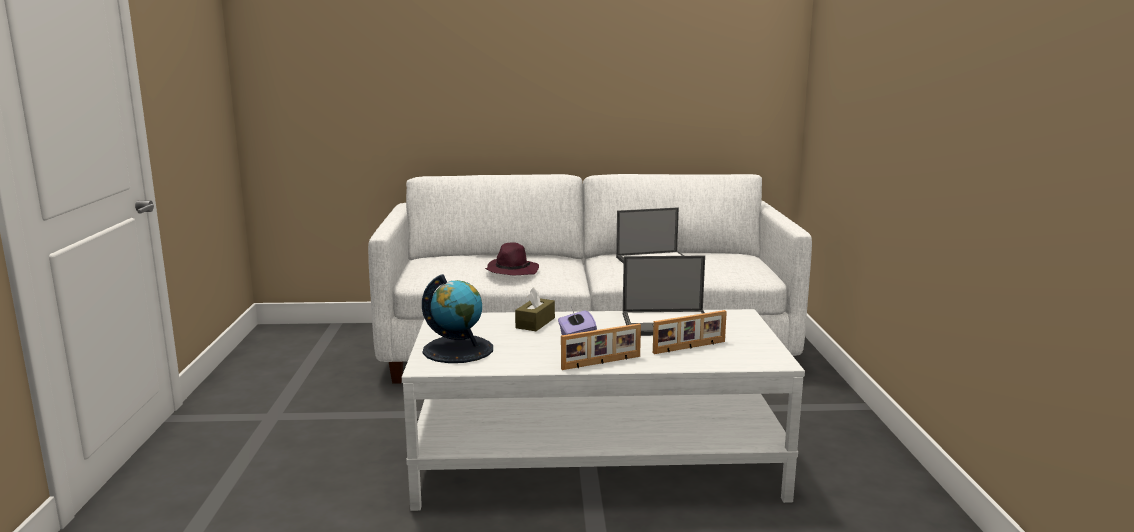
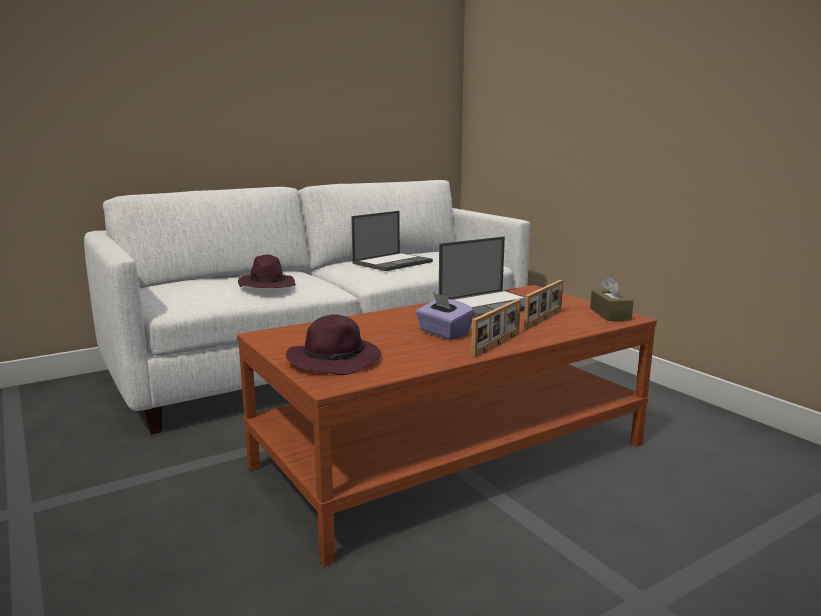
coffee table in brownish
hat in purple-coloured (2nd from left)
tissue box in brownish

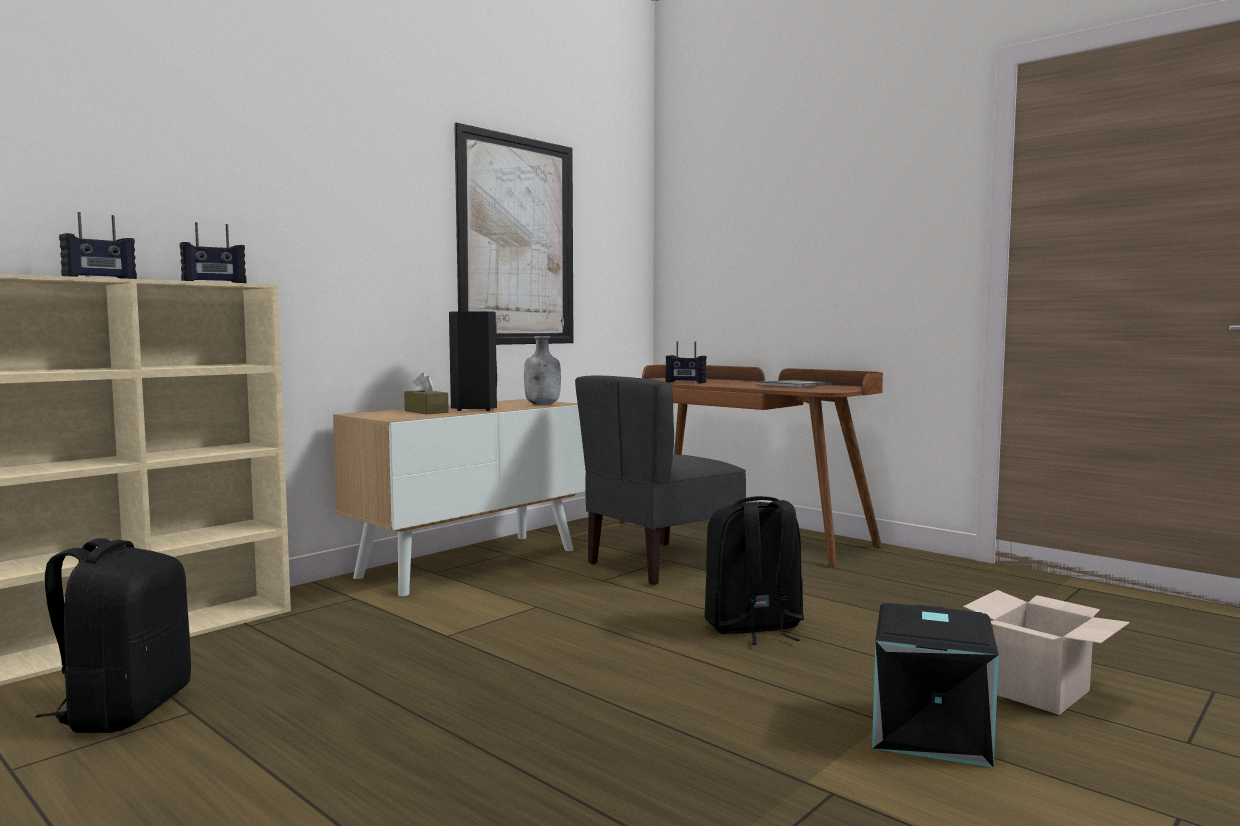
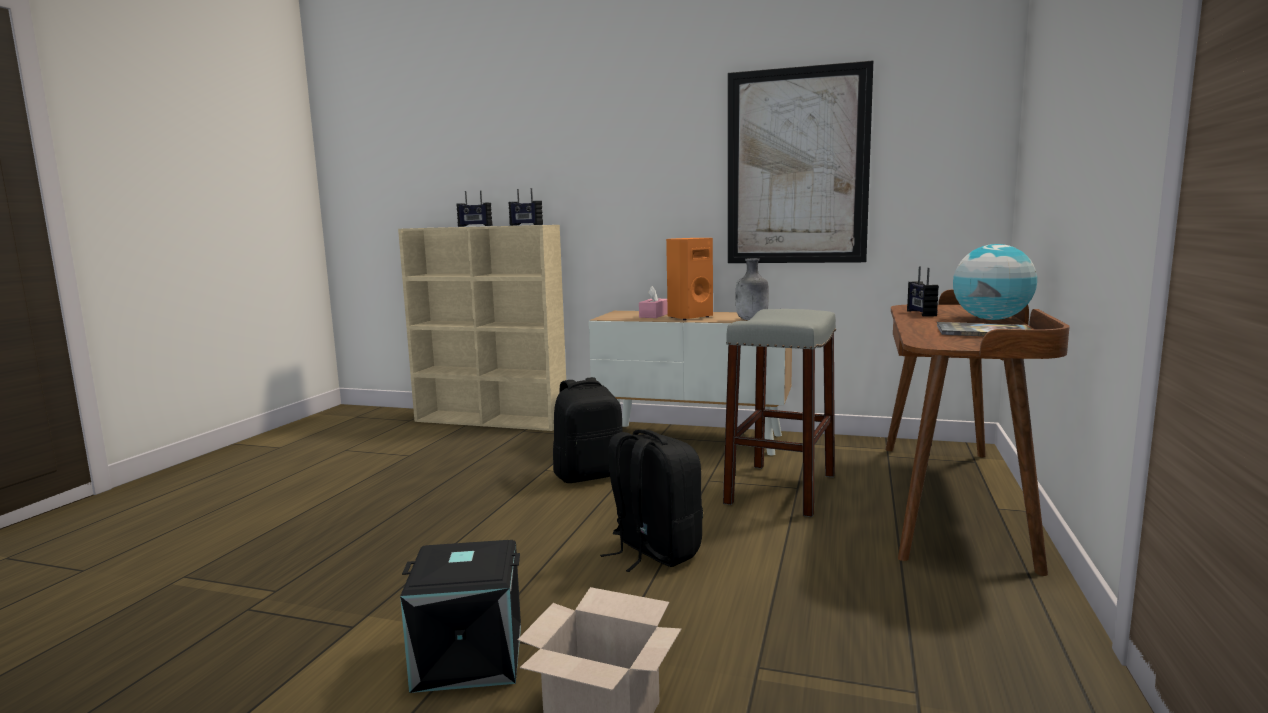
rucksack in black-coloured (1st from left)
tissue box in pink
speaker in orange
stool seat in gray
world globe

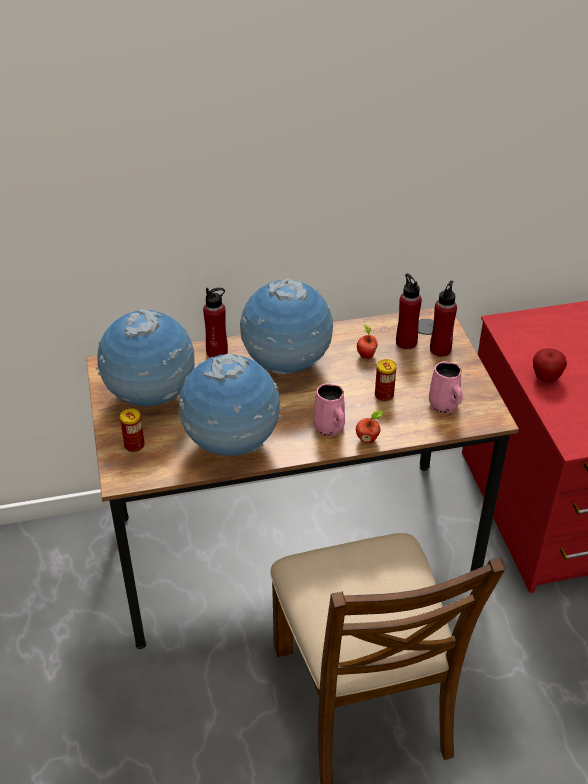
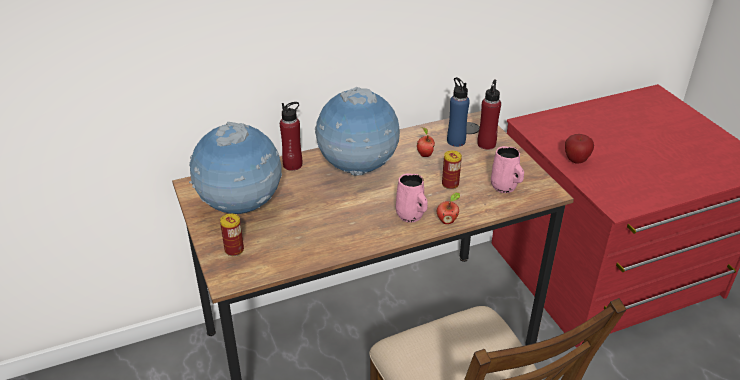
world globe (2nd from left in the first image)
beverage bottle in blue-coloured

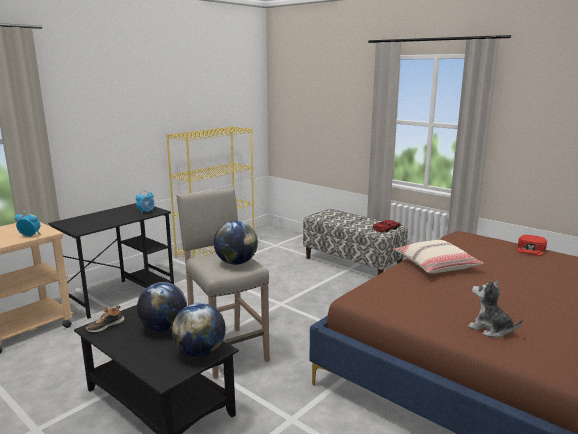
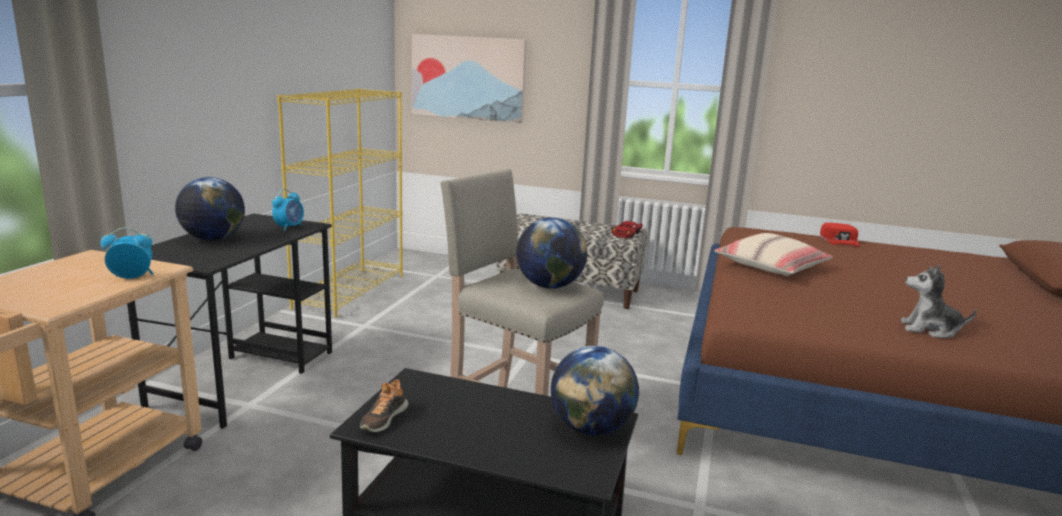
world globe (1st from left)
wall picture

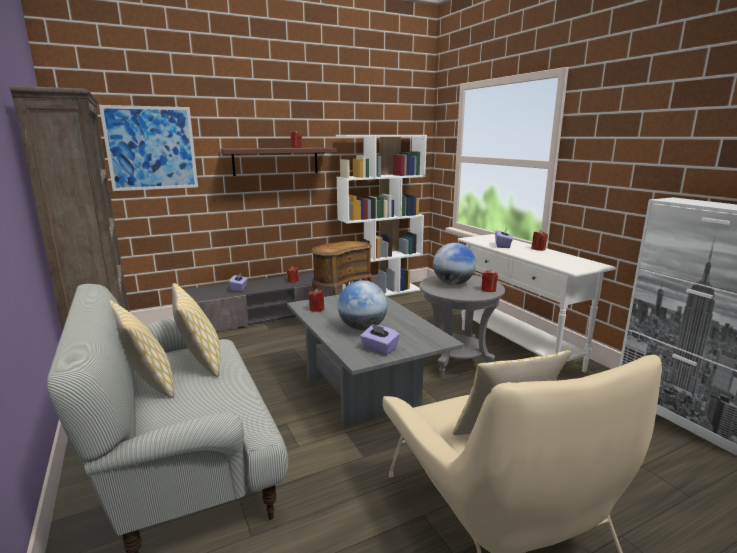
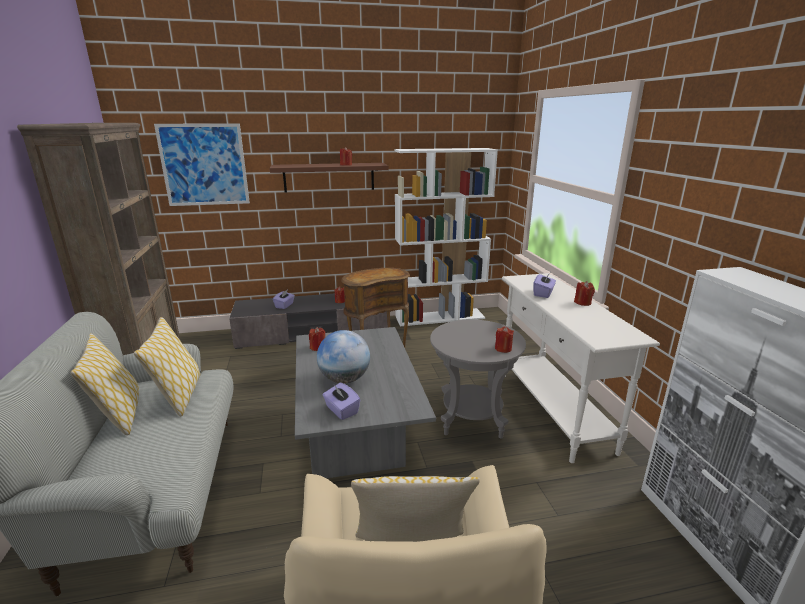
world globe (2nd from left in the first image)

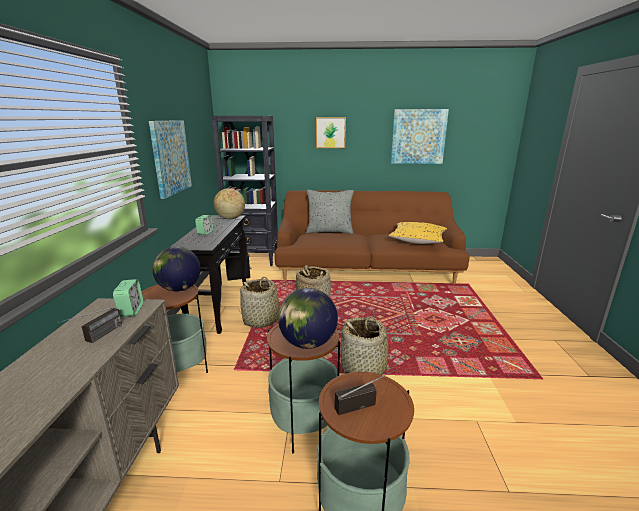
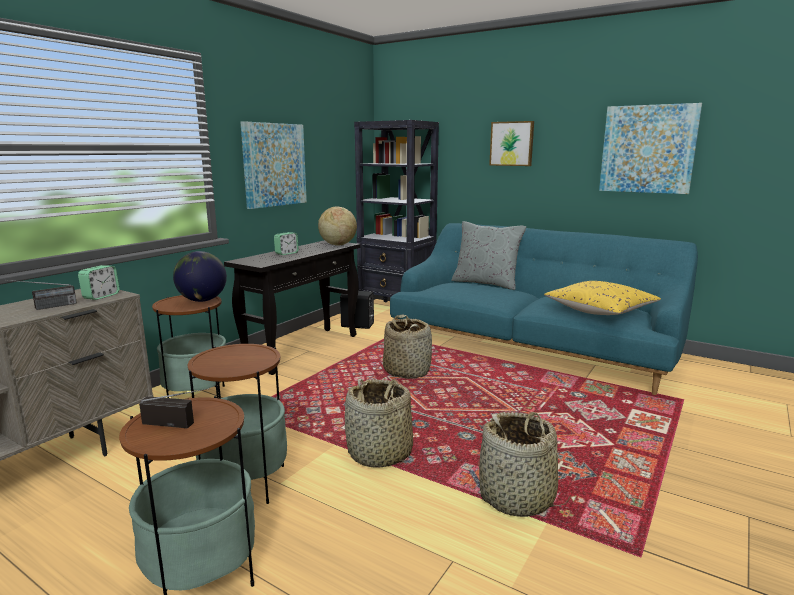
storage basket (3rd from left)
sofa in blue-green
world globe (3rd from left in the first image)

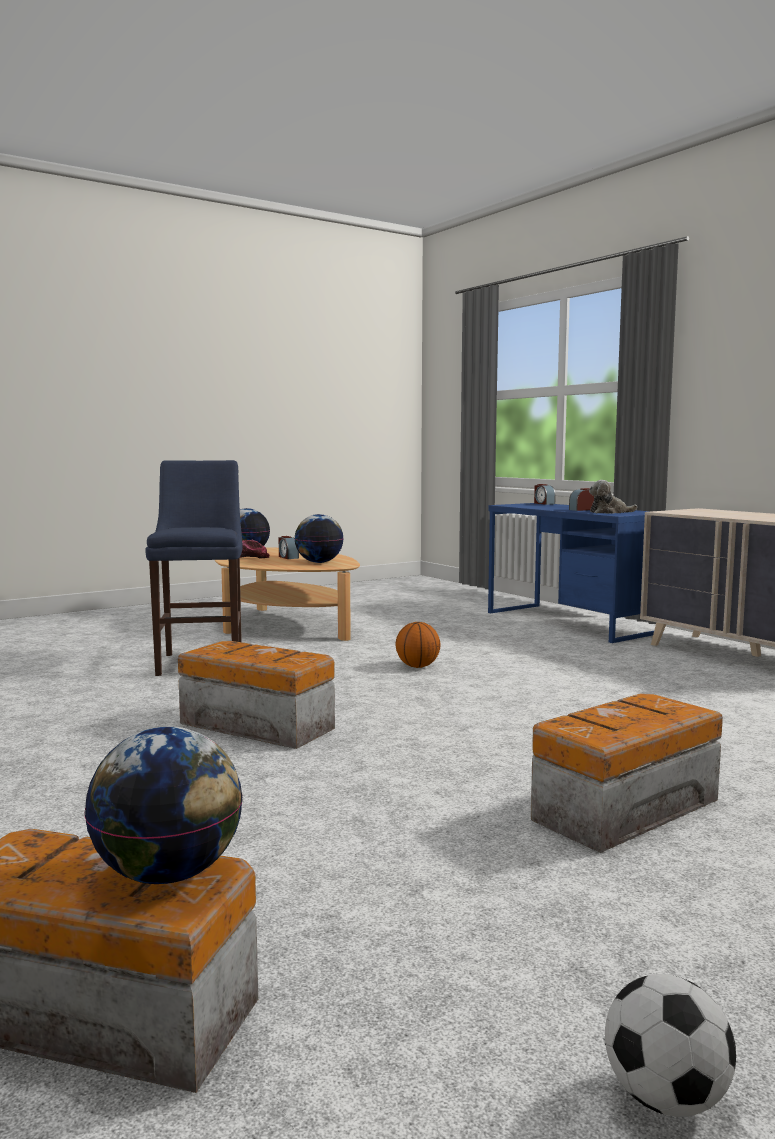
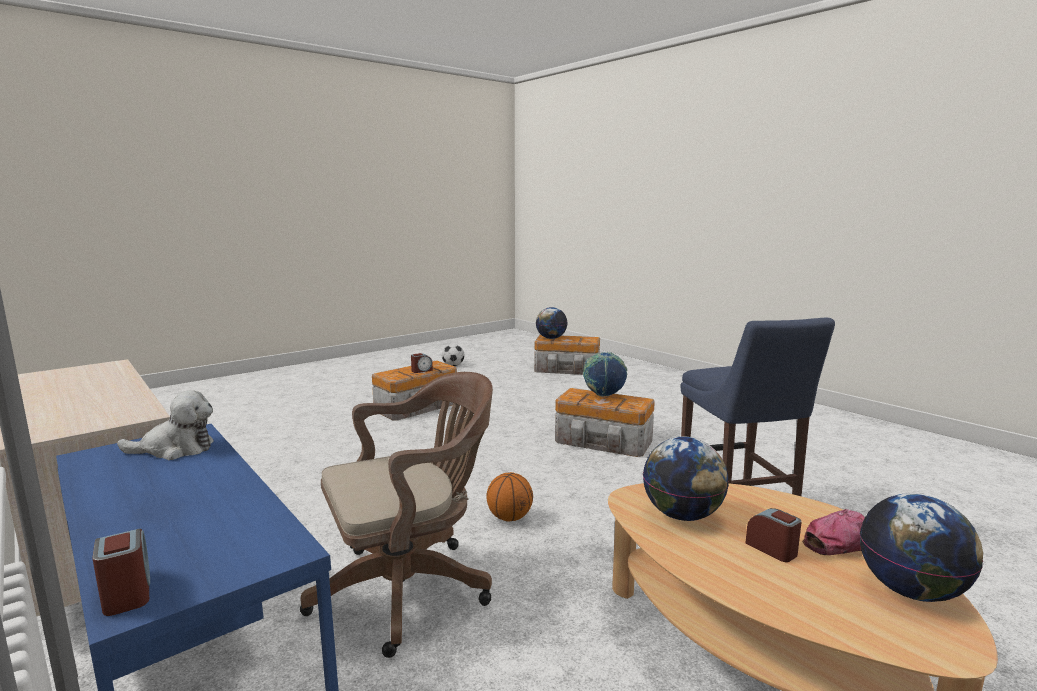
table clock (2nd from left)
desk chair in brownish
world globe (2nd from left)

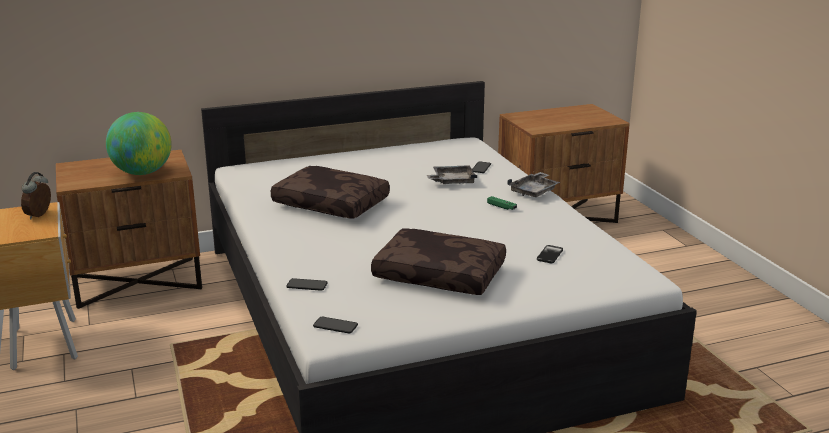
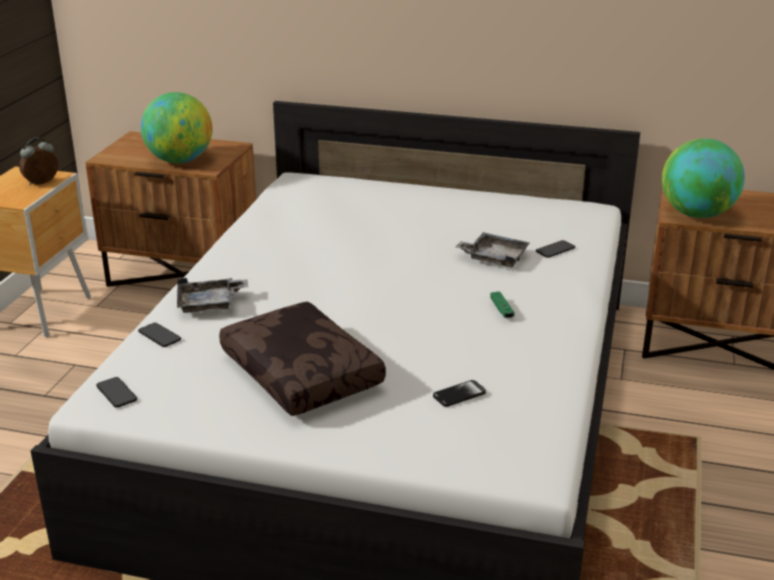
cushion in brownish (1st from left in the first image)
serving tray in gray (1st from left)
world globe (2nd from left)

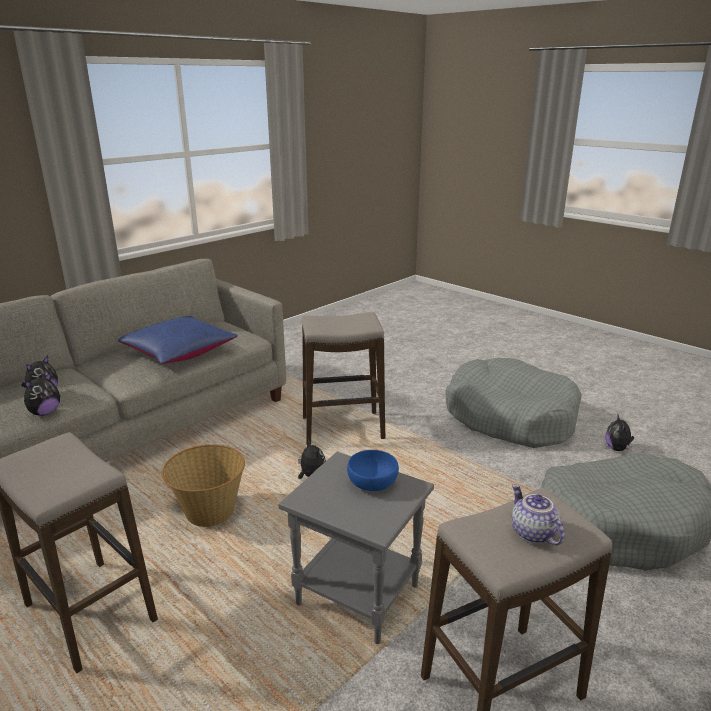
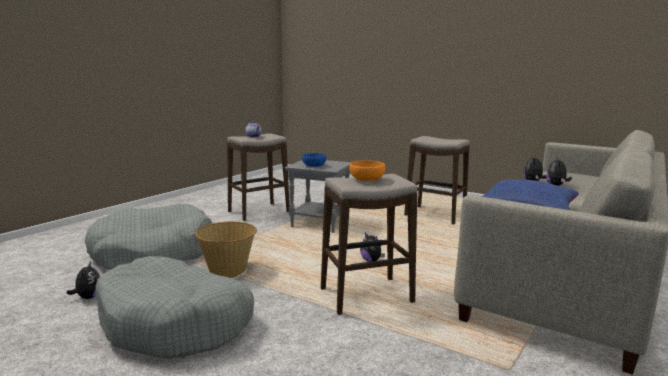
storage basket
serving bowl in orange

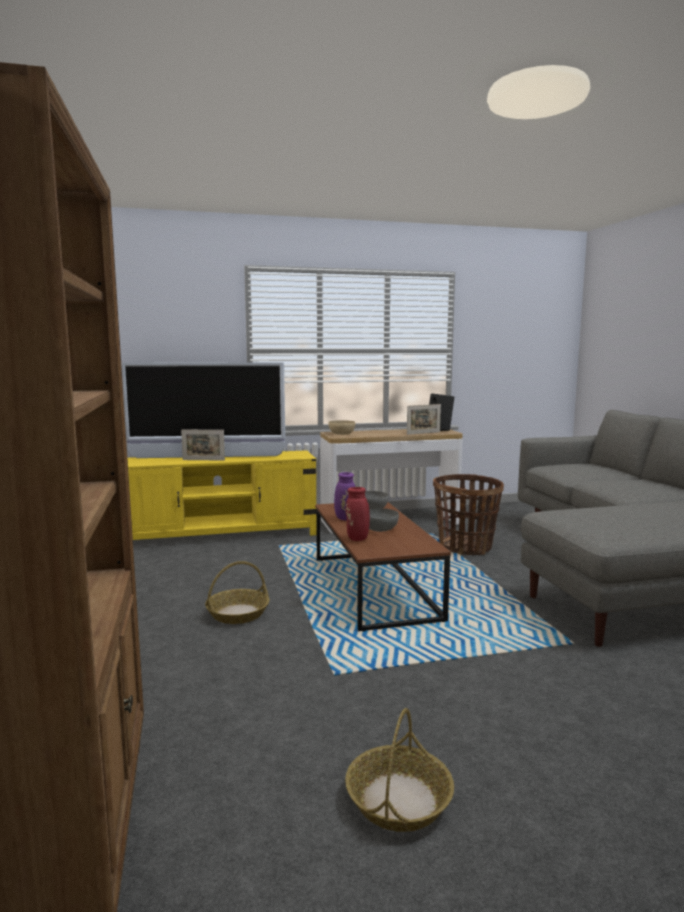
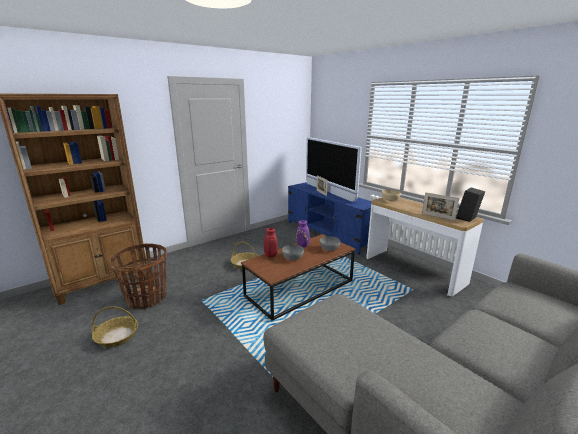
tv stand in blue-coloured
storage basket (2nd from left)

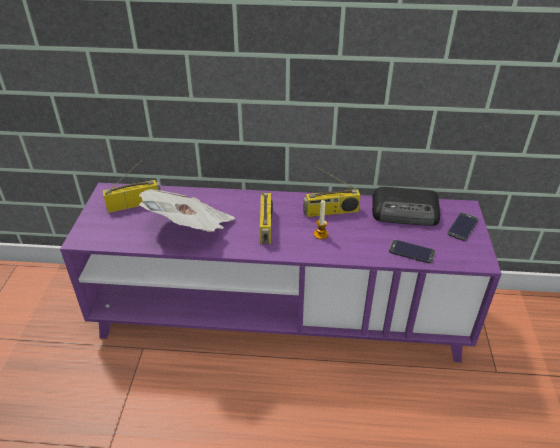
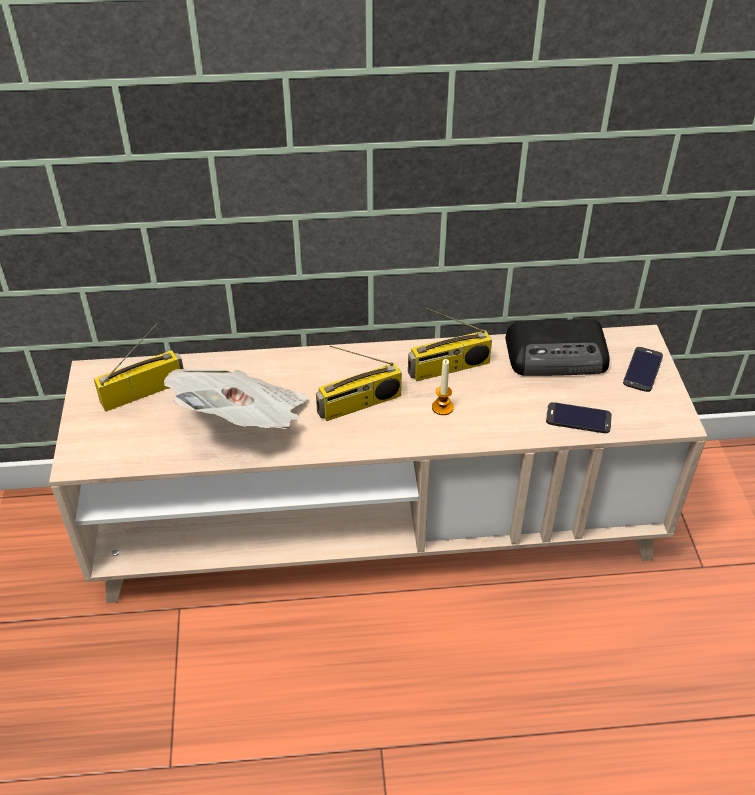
tv stand in beige-coloured
radio receiver (2nd from left)

